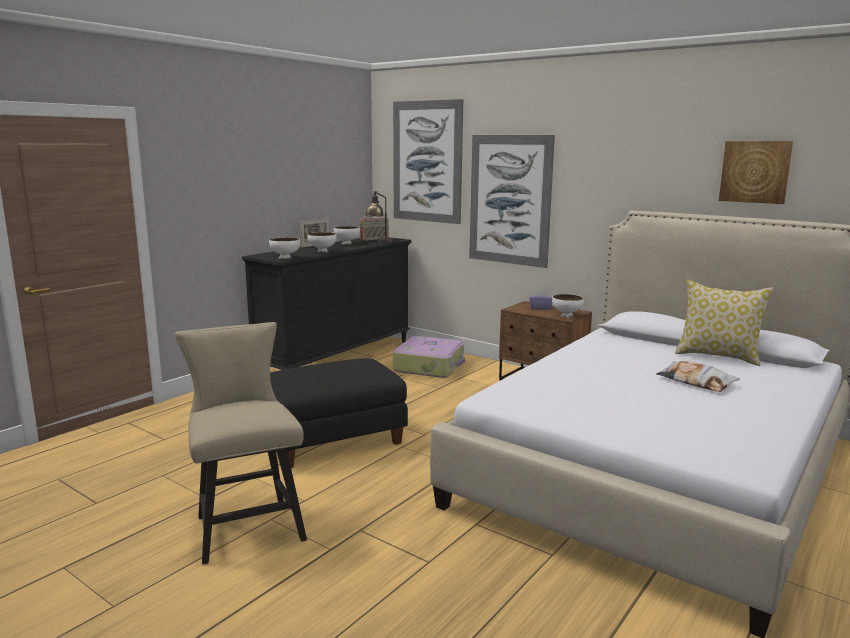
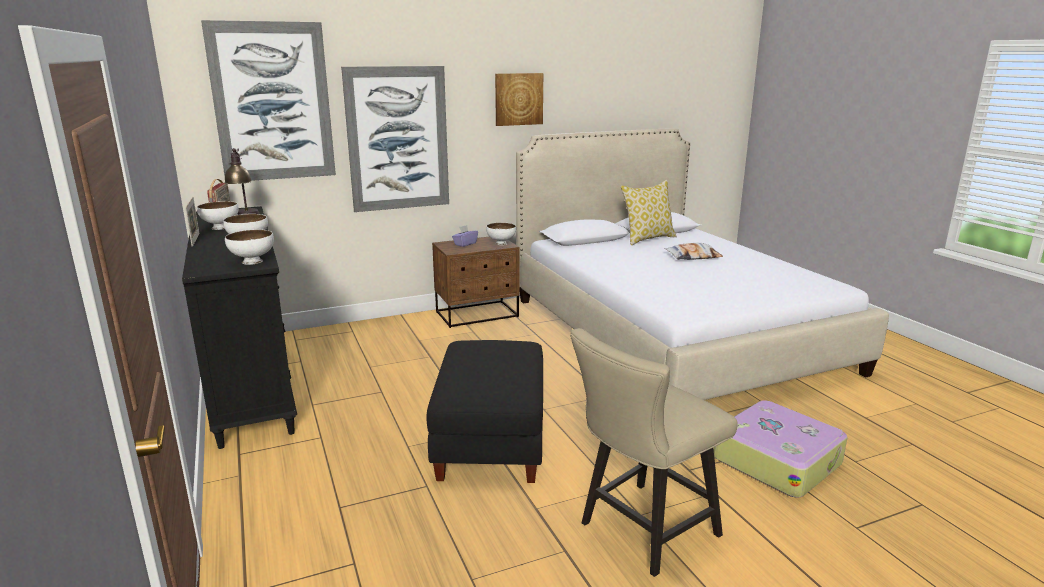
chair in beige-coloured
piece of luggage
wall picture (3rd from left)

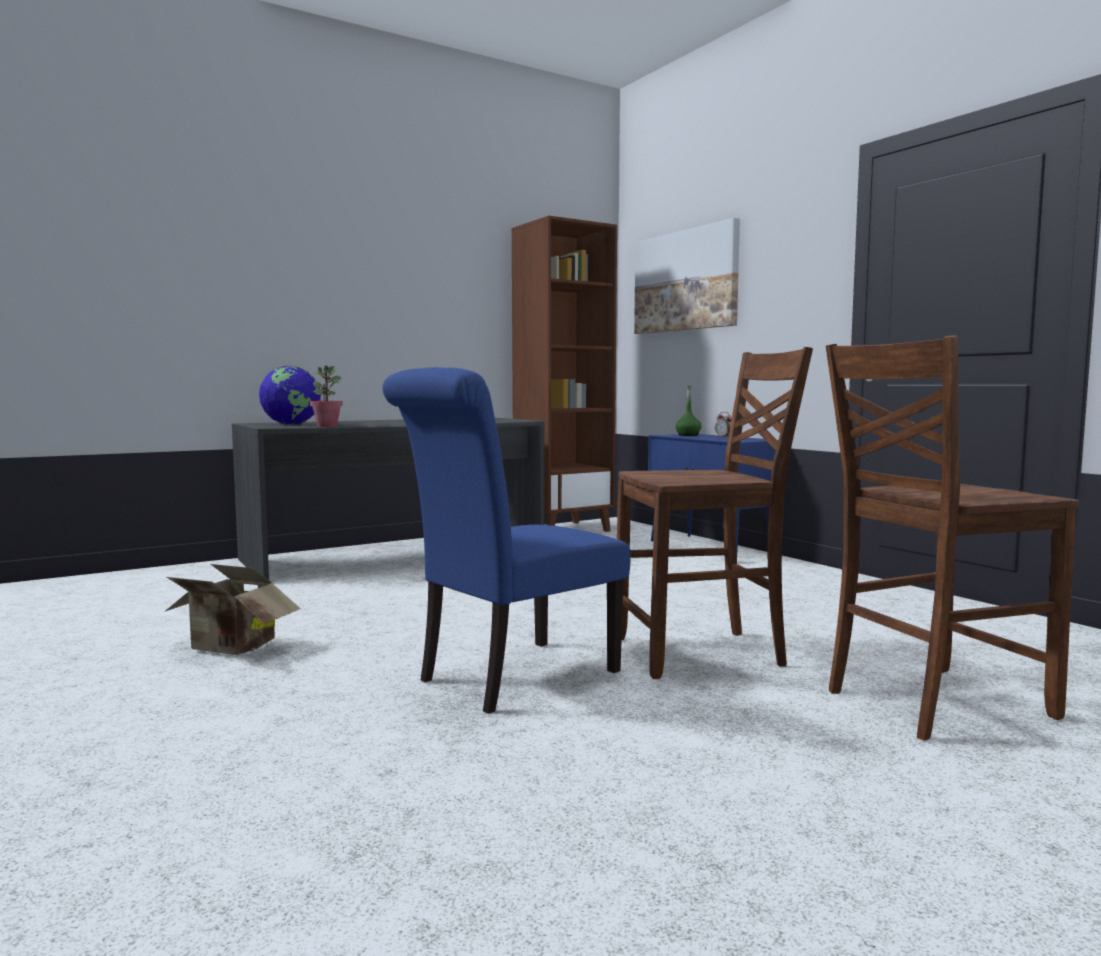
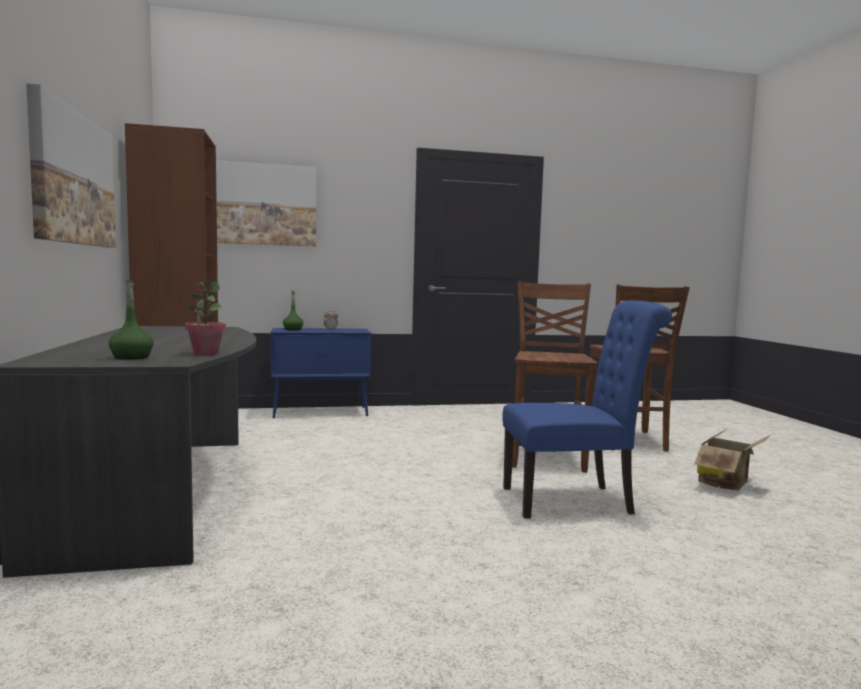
packing box
beverage bottle in greenish (1st from left)
chair in blue-coloured
wall picture (1st from left)

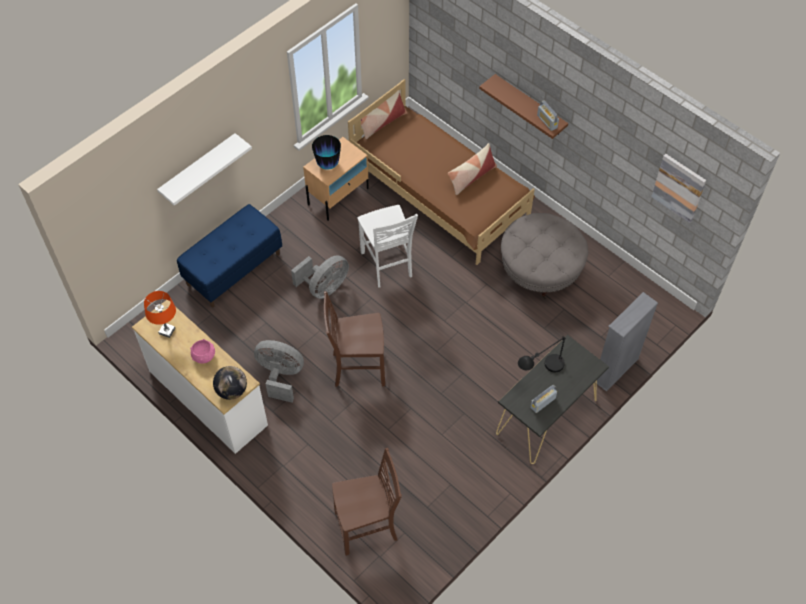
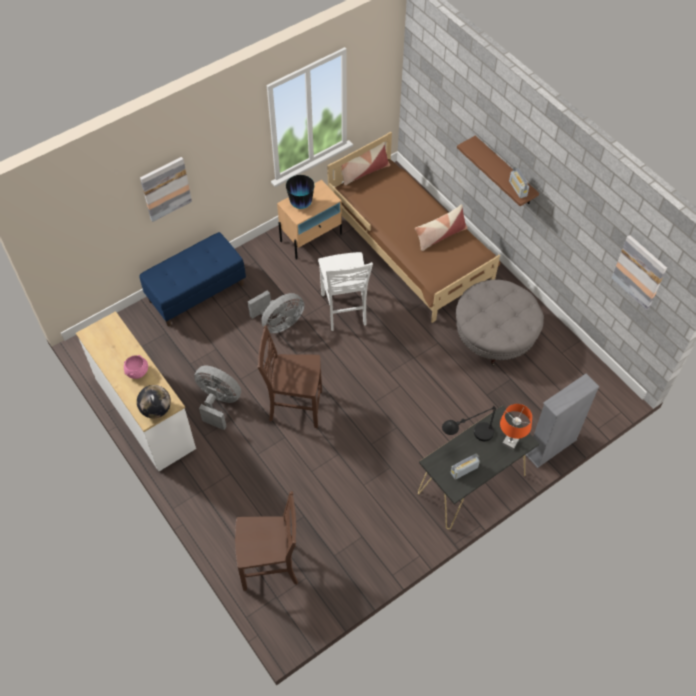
table lamp in orange
wall picture (1st from left)

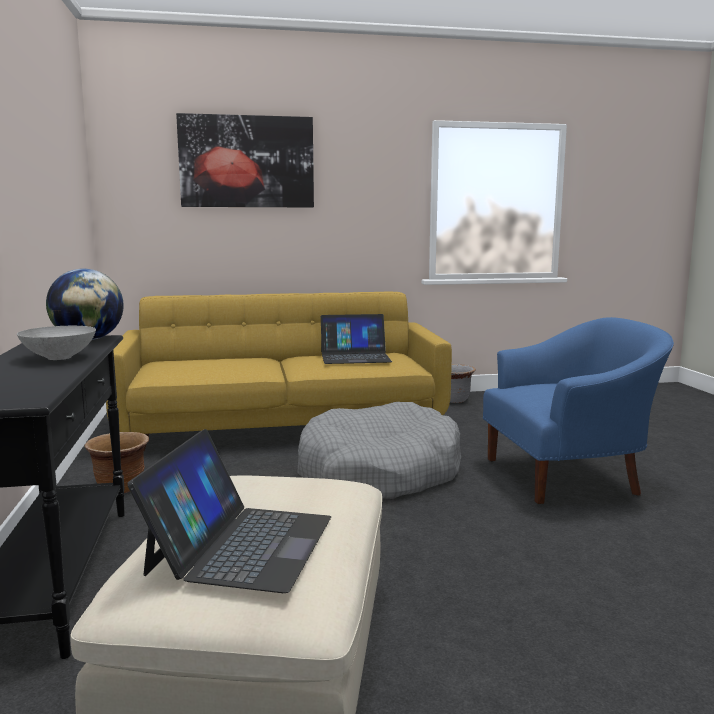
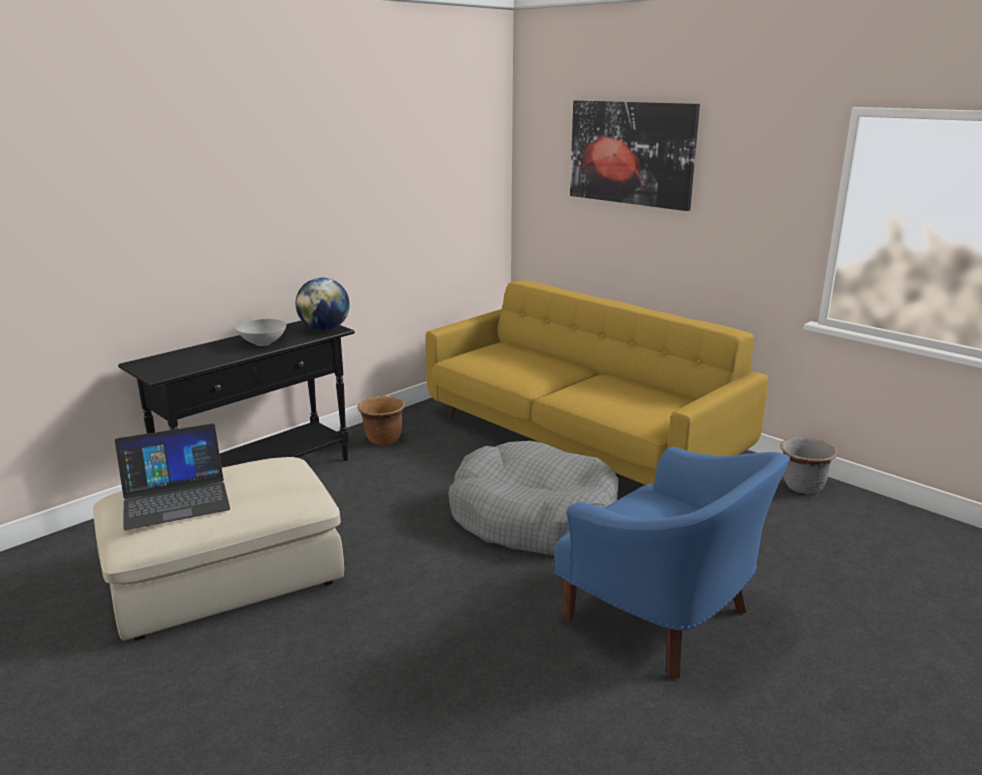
portable computer (2nd from left in the first image)

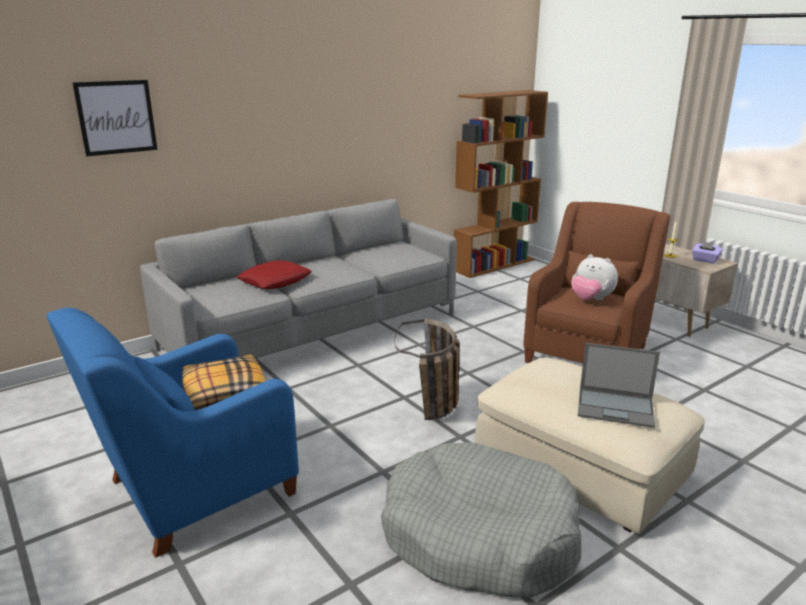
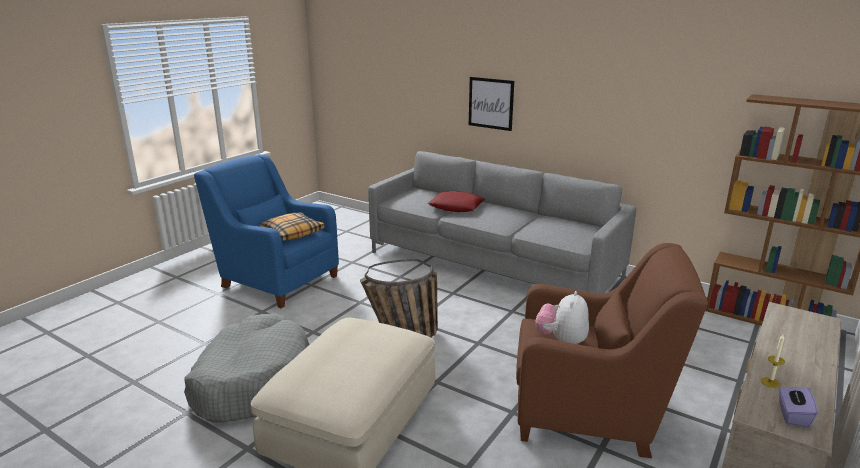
wall picture
portable computer

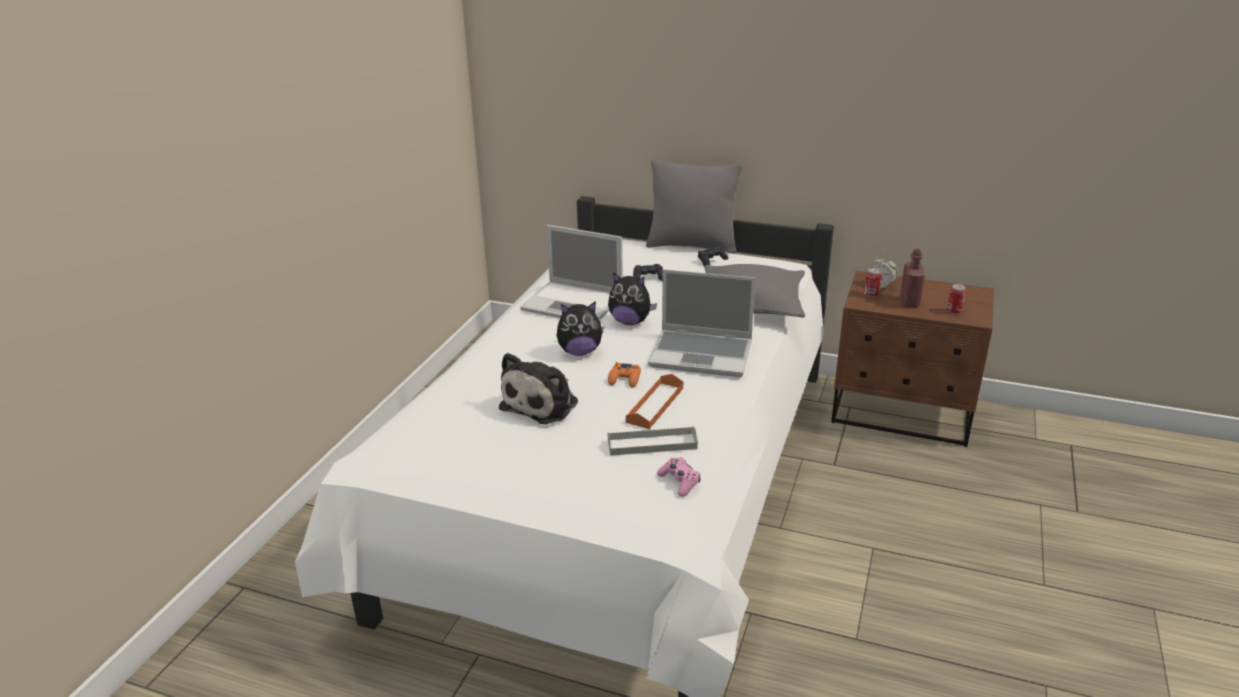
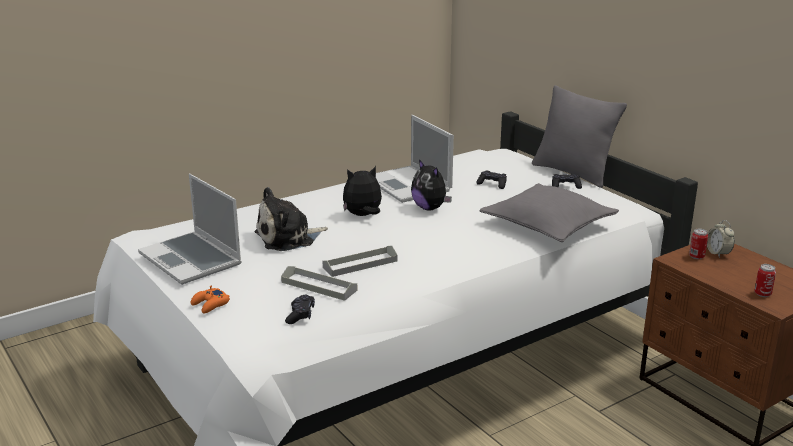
soft toy (2nd from left)
game controller in orange
serving tray in gray (2nd from left)
portable computer (1st from left)
game controller in black-coloured (1st from left)
beverage bottle in red-coloured

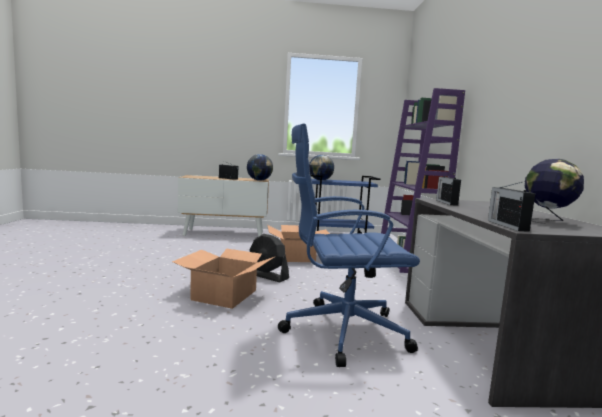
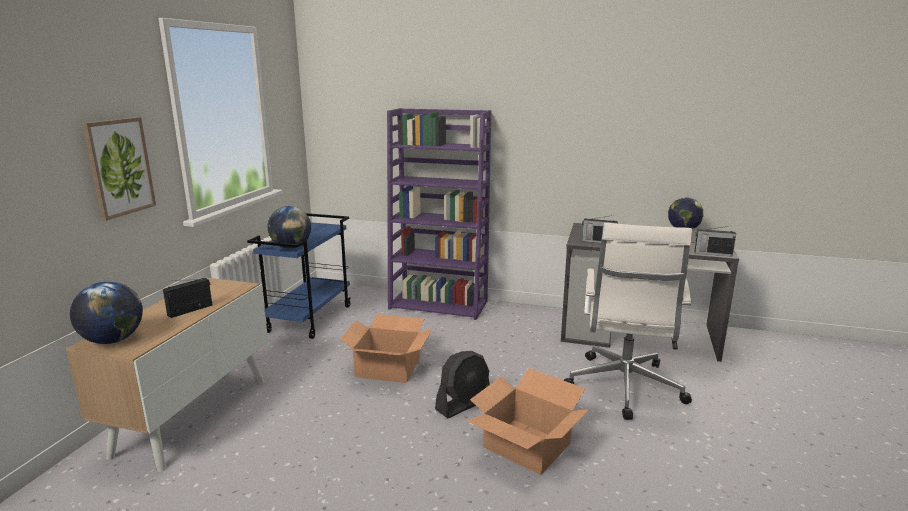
world globe (1st from left)
desk chair in whitish
wall picture

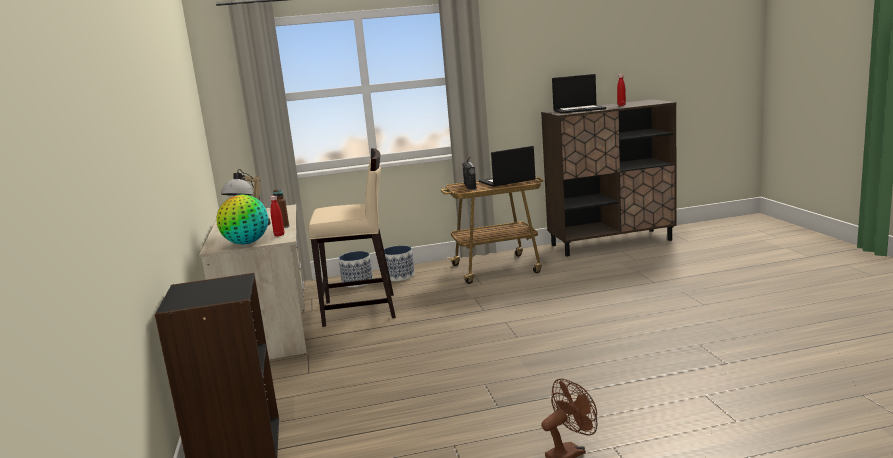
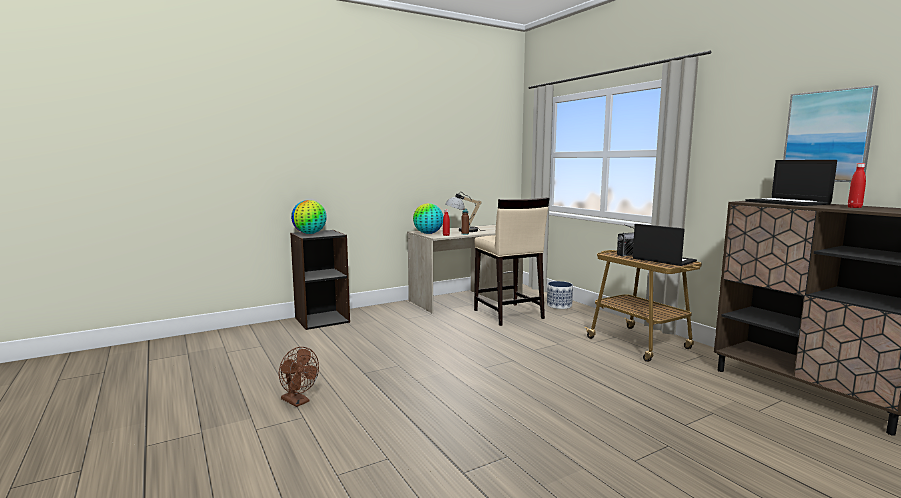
plant pot (2nd from left in the first image)
world globe (1st from left)
wall picture

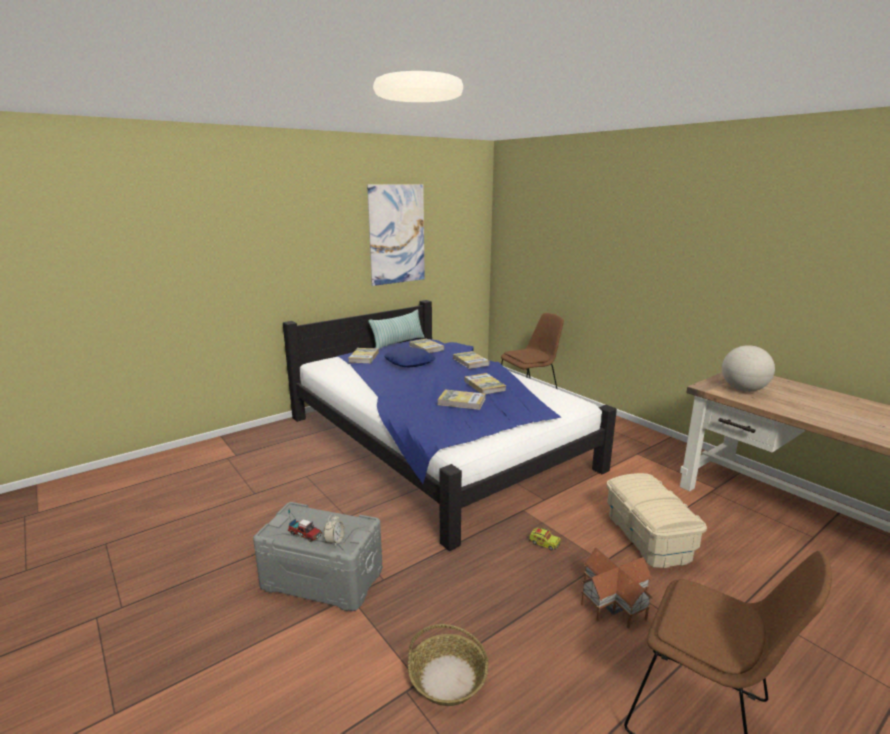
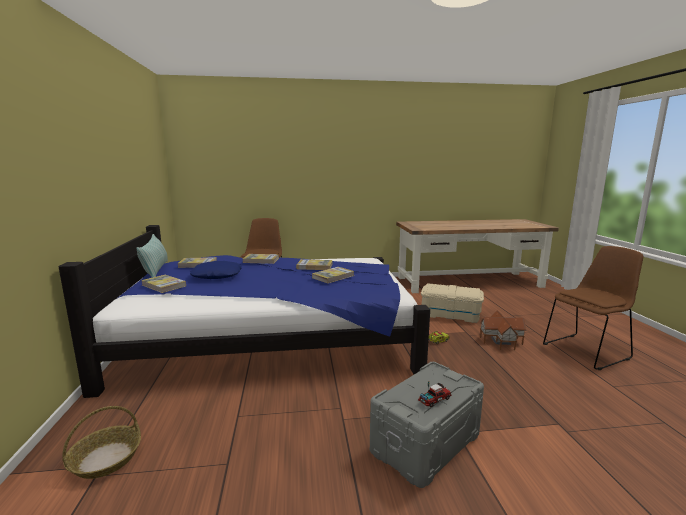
table clock
wall picture
storage basket
world globe

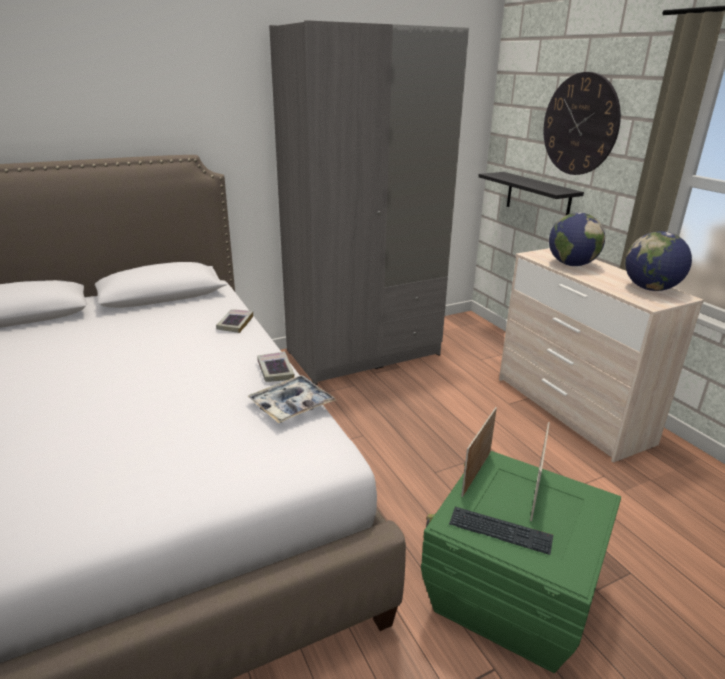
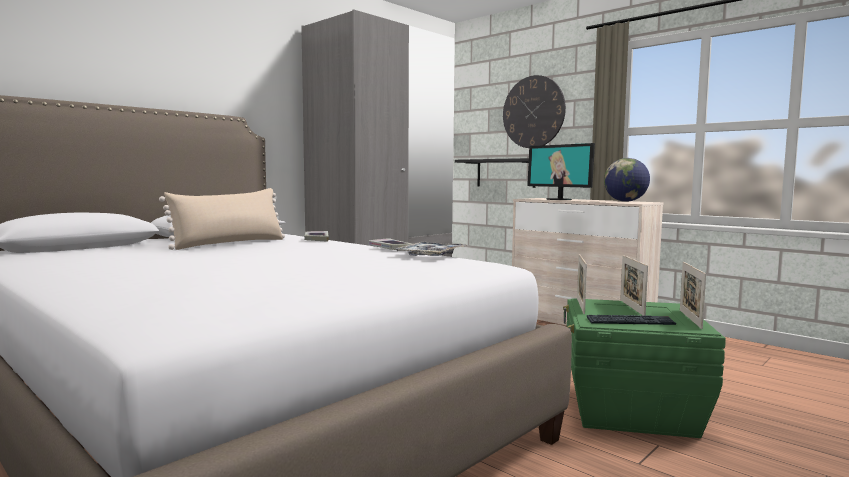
computer display
cushion in beige-coloured
standing frame (3rd from left)

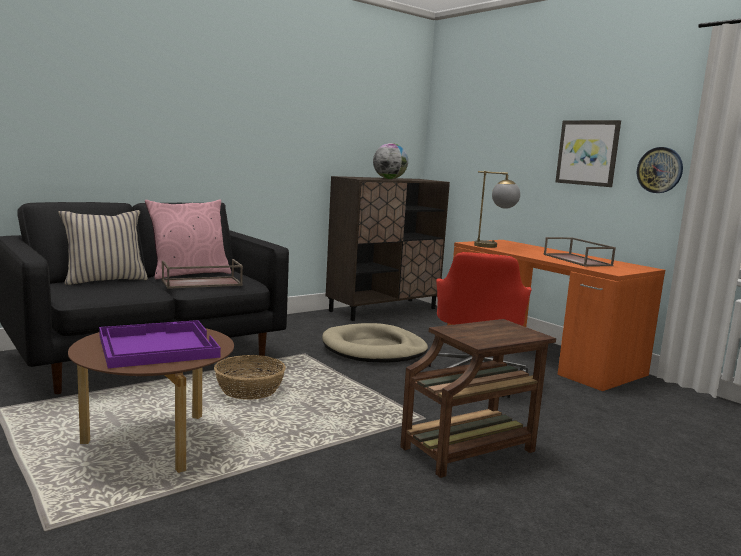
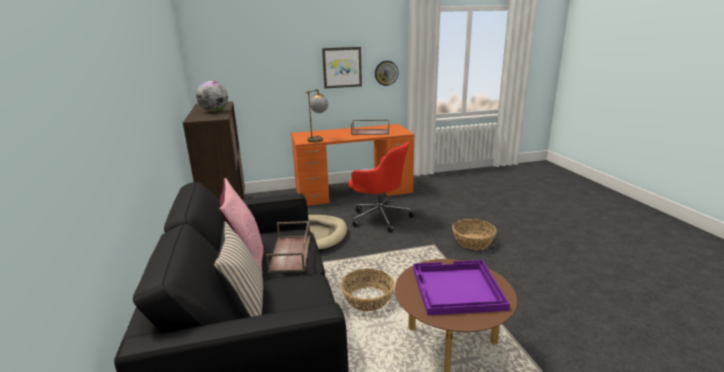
storage basket (2nd from left)

